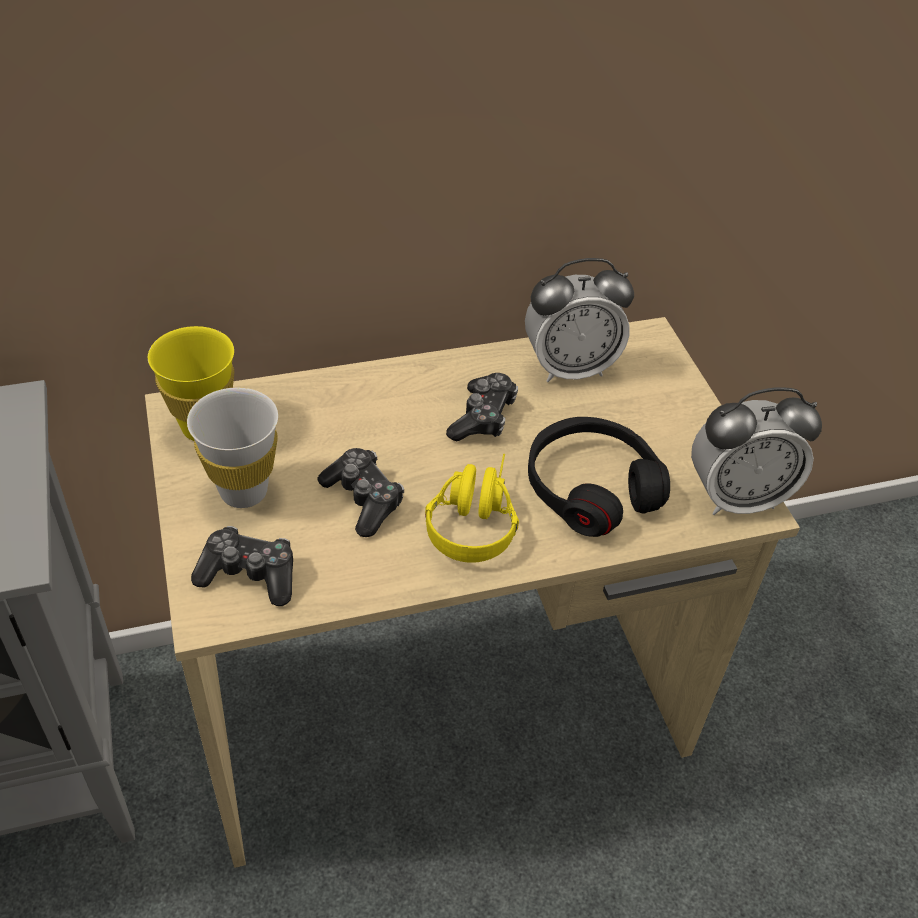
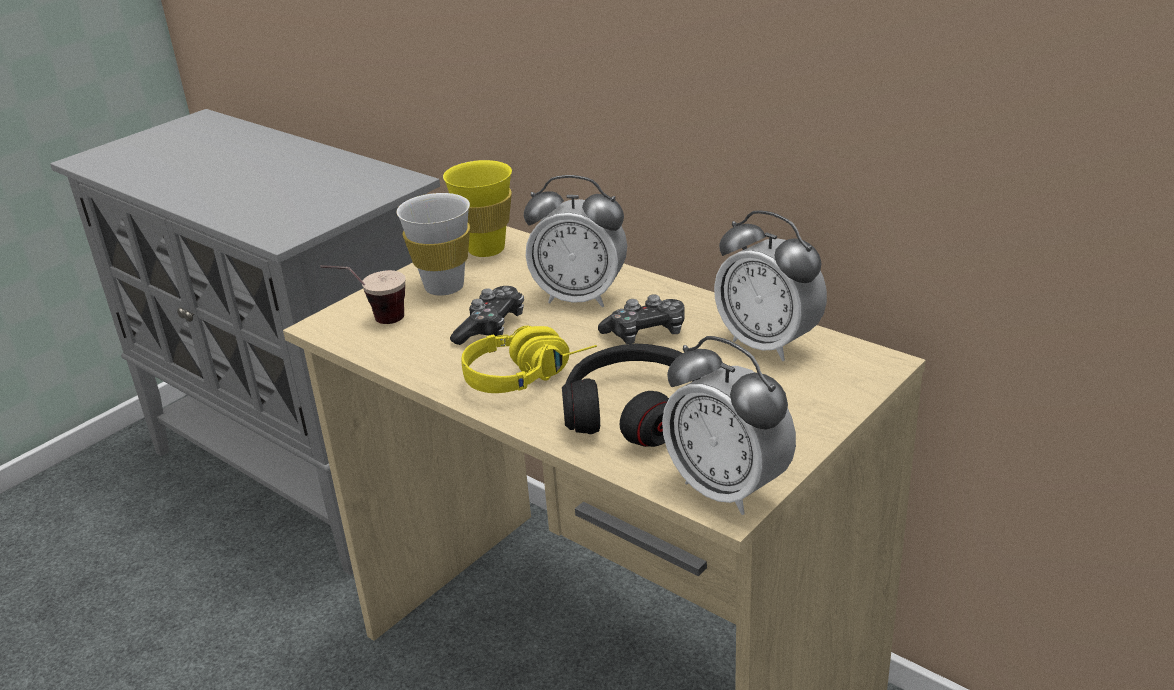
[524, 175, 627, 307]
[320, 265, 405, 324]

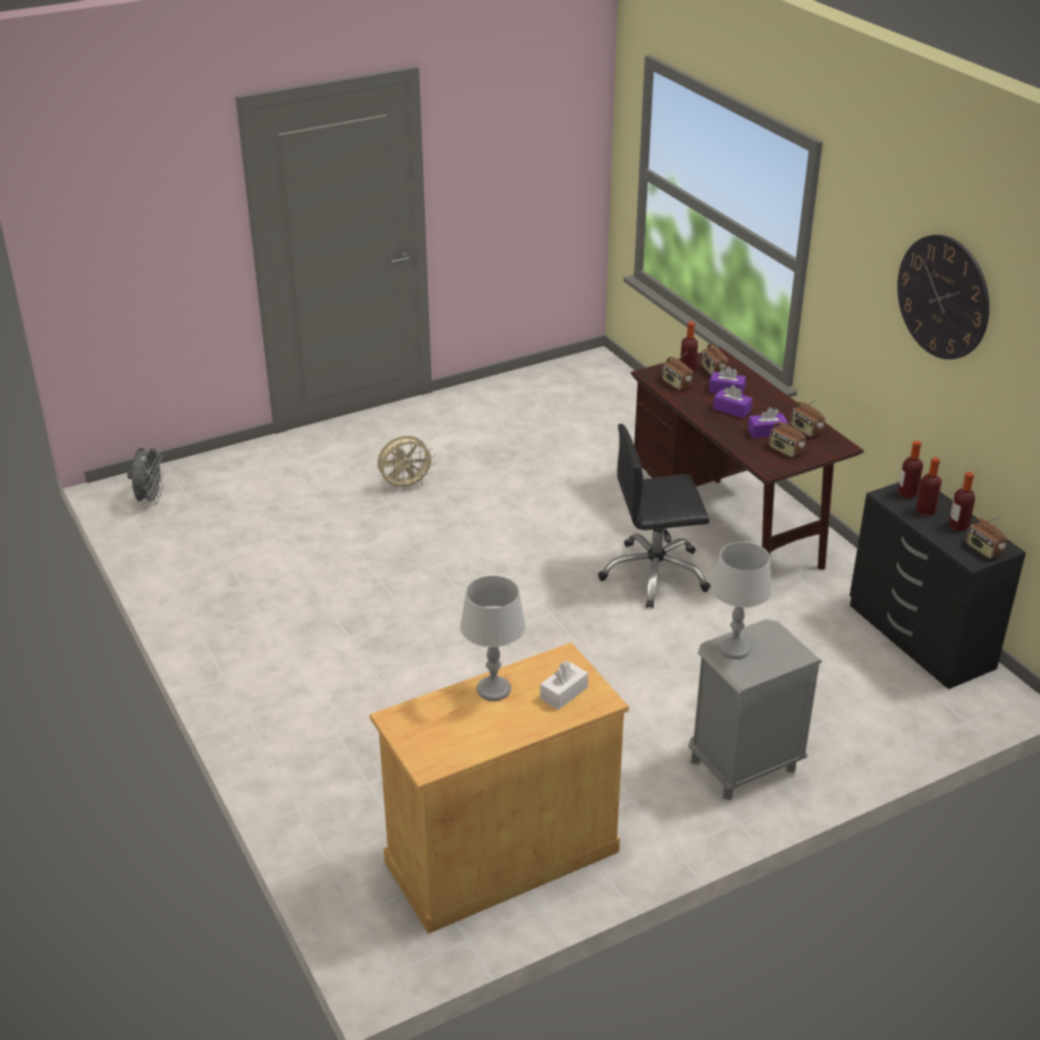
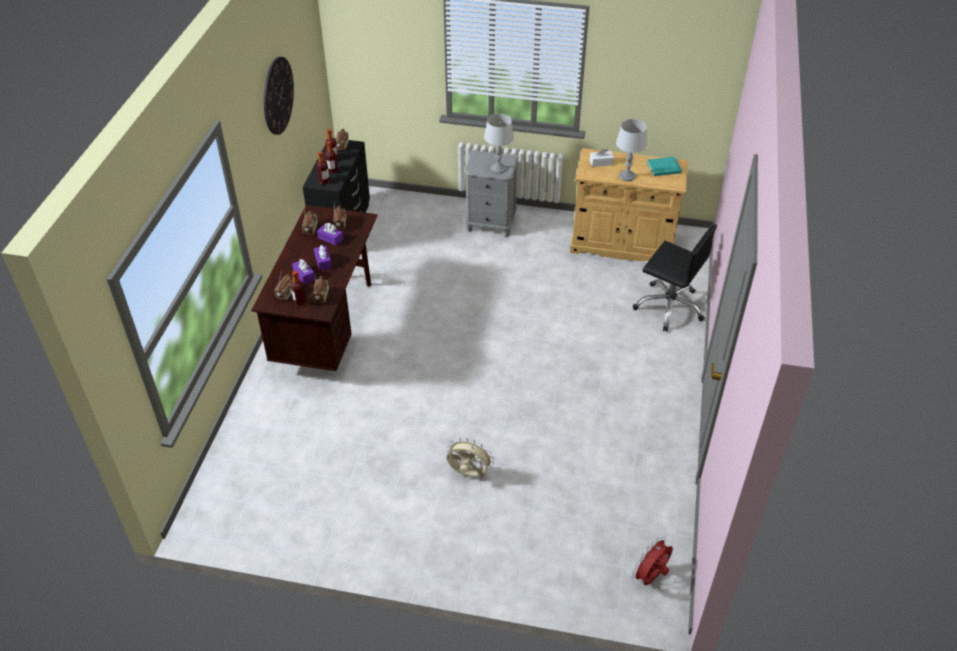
[647, 157, 682, 176]
[633, 224, 717, 332]
[632, 537, 673, 586]

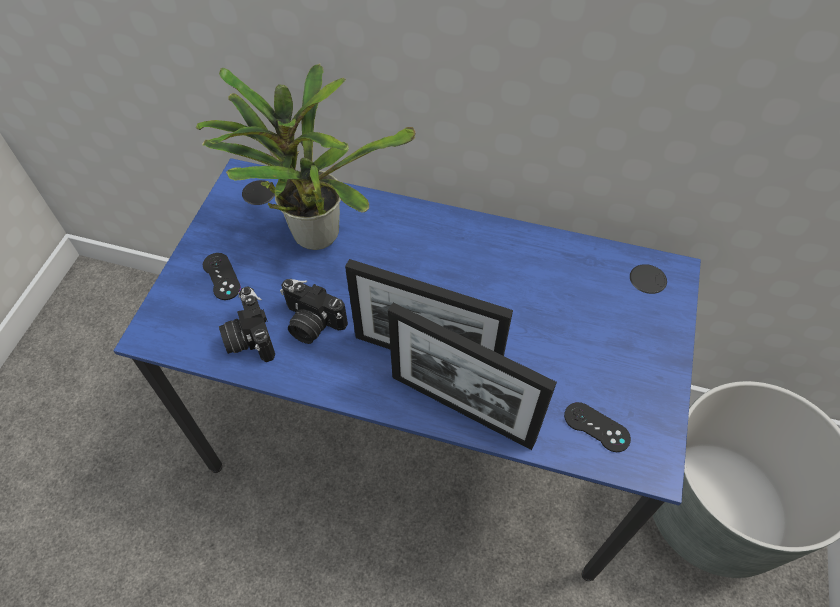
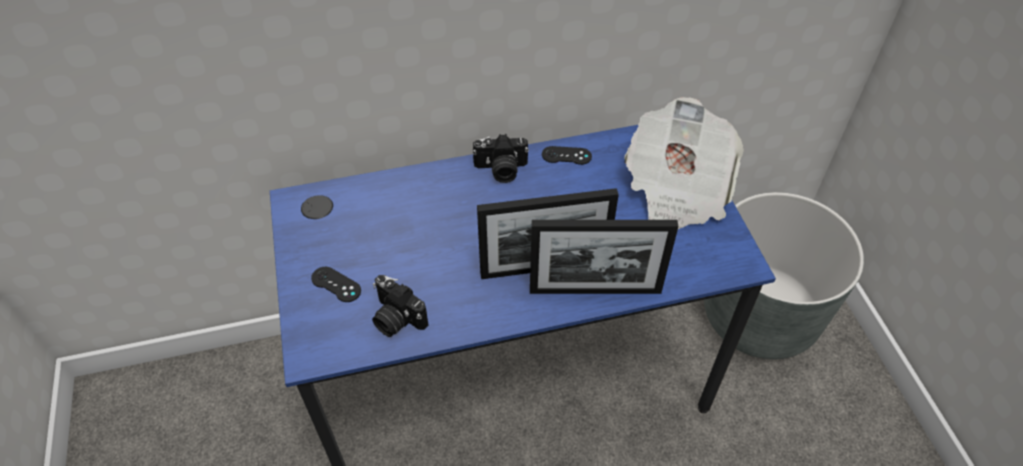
[195, 64, 416, 250] (first image)
[624, 97, 744, 230]
[472, 134, 529, 183]
[542, 146, 592, 165]

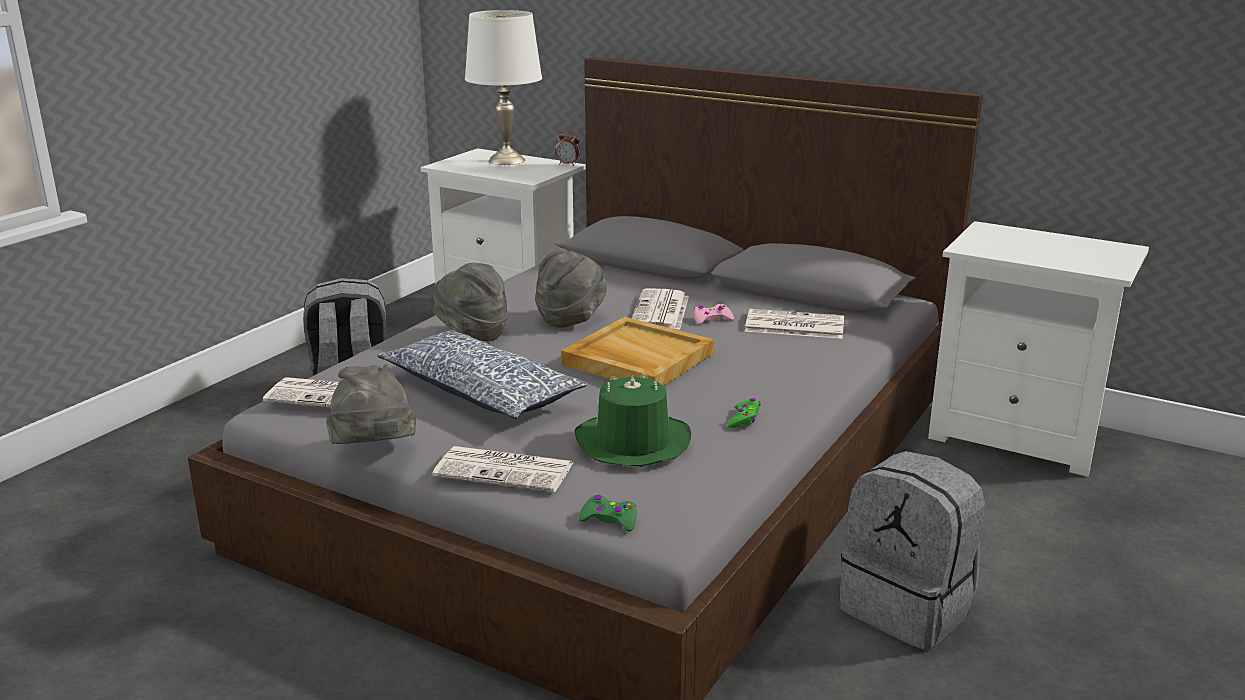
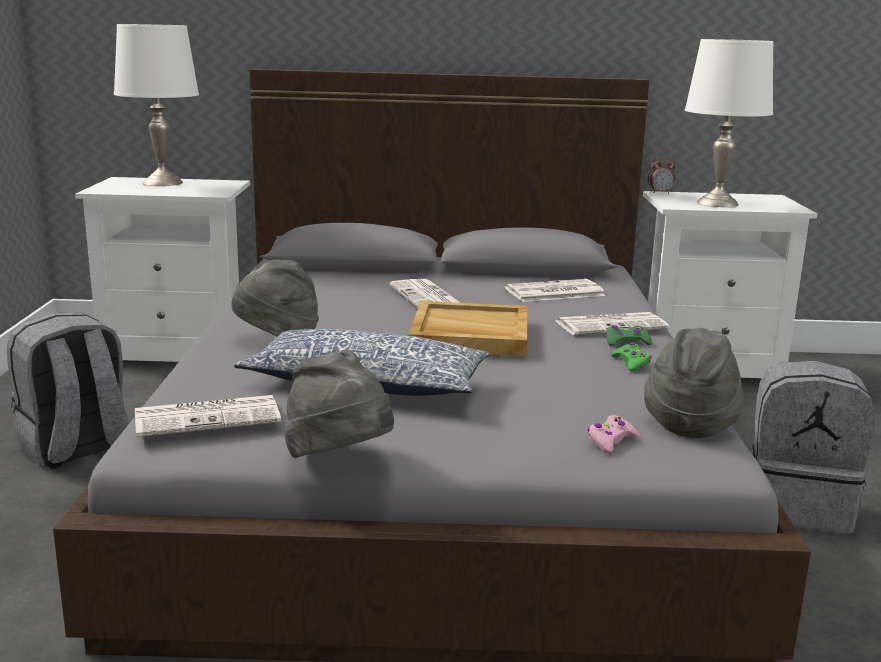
[575, 374, 691, 467] (first image)
[685, 39, 773, 207]
[556, 312, 669, 335]
[644, 328, 744, 438]
[648, 157, 676, 193]
[606, 325, 652, 346]
[587, 415, 640, 453]

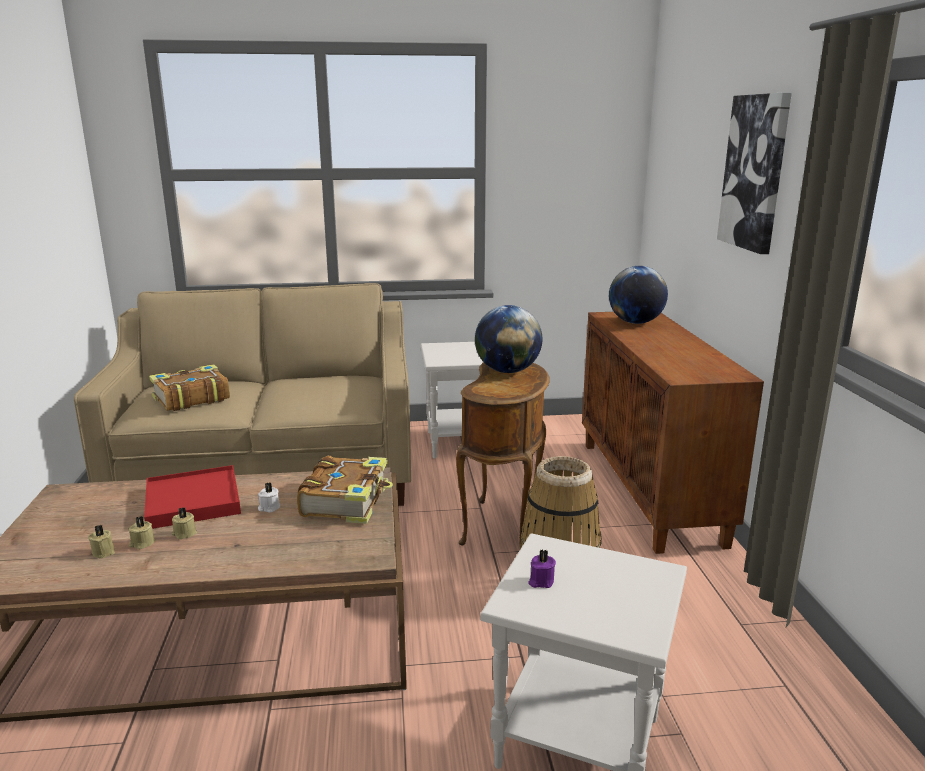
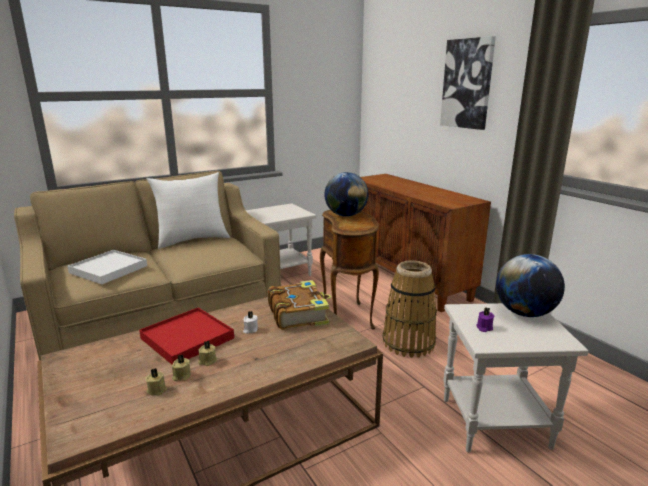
[147, 172, 230, 249]
[496, 254, 565, 317]
[67, 250, 147, 284]

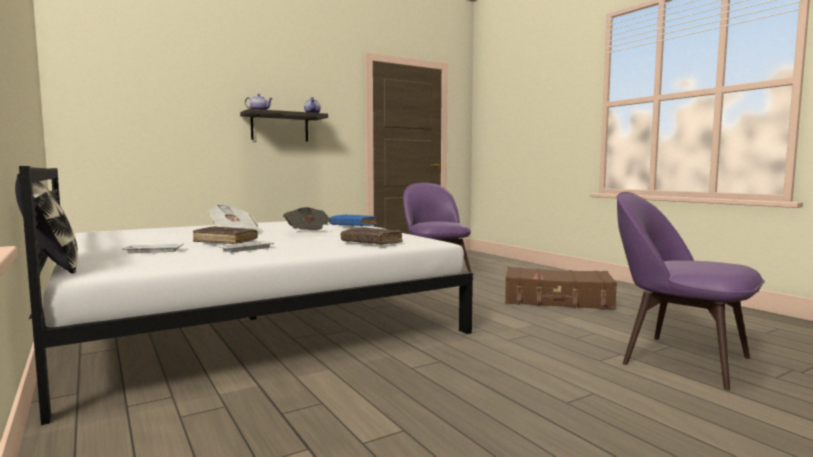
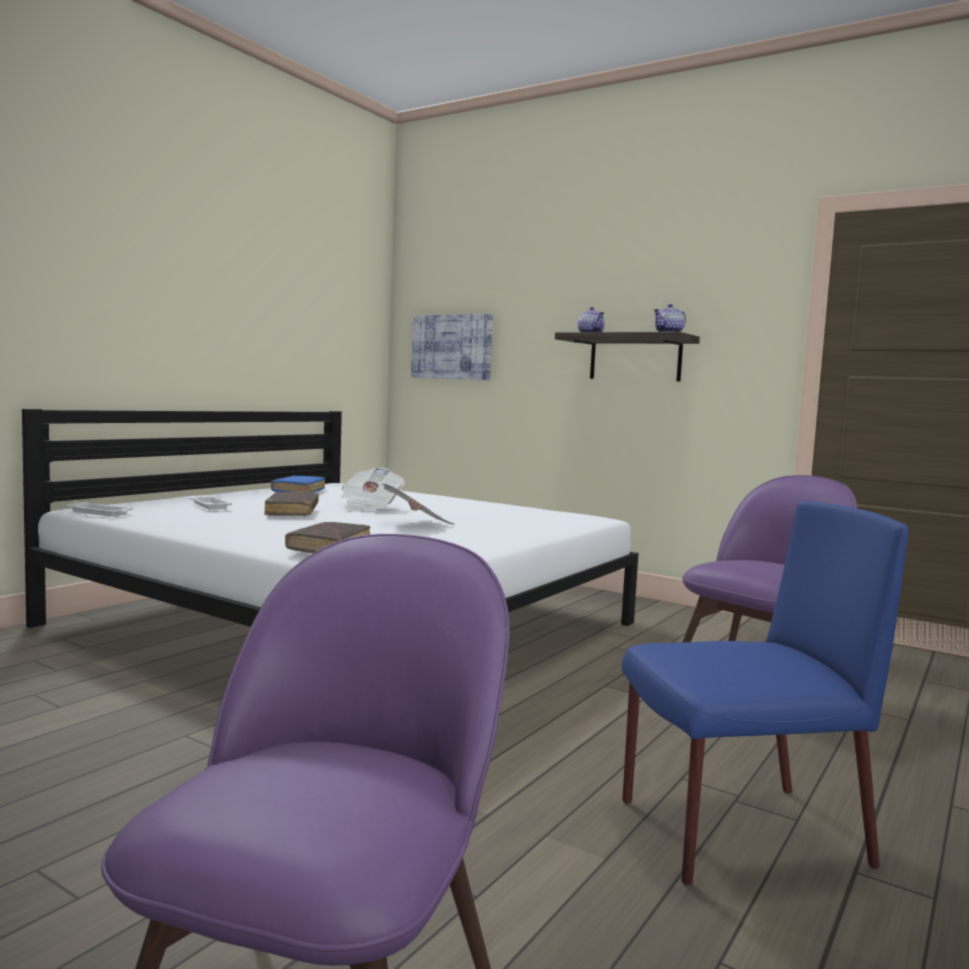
[15, 173, 78, 274] (first image)
[411, 314, 493, 380]
[66, 502, 133, 517]
[271, 476, 325, 493]
[622, 501, 909, 886]

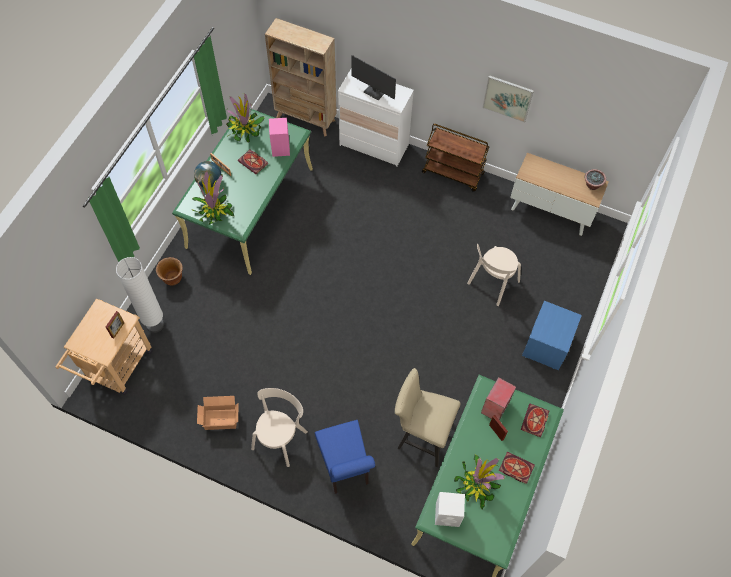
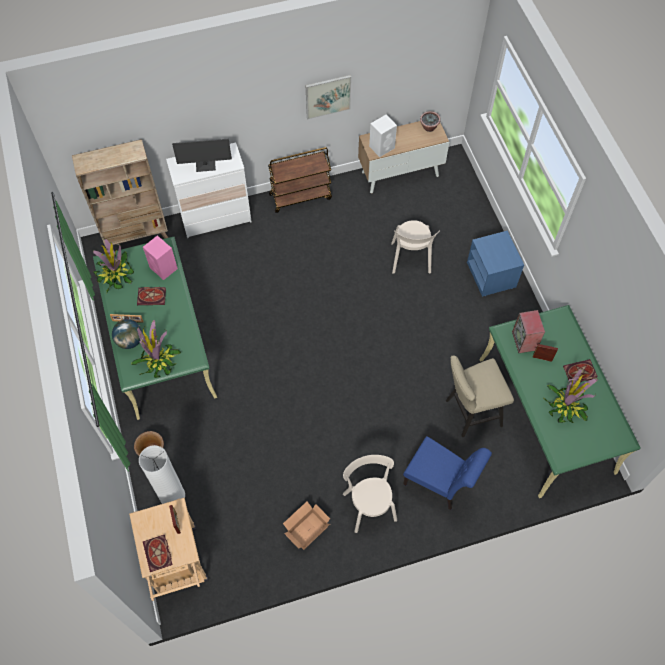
[369, 115, 397, 157]
[143, 535, 172, 572]

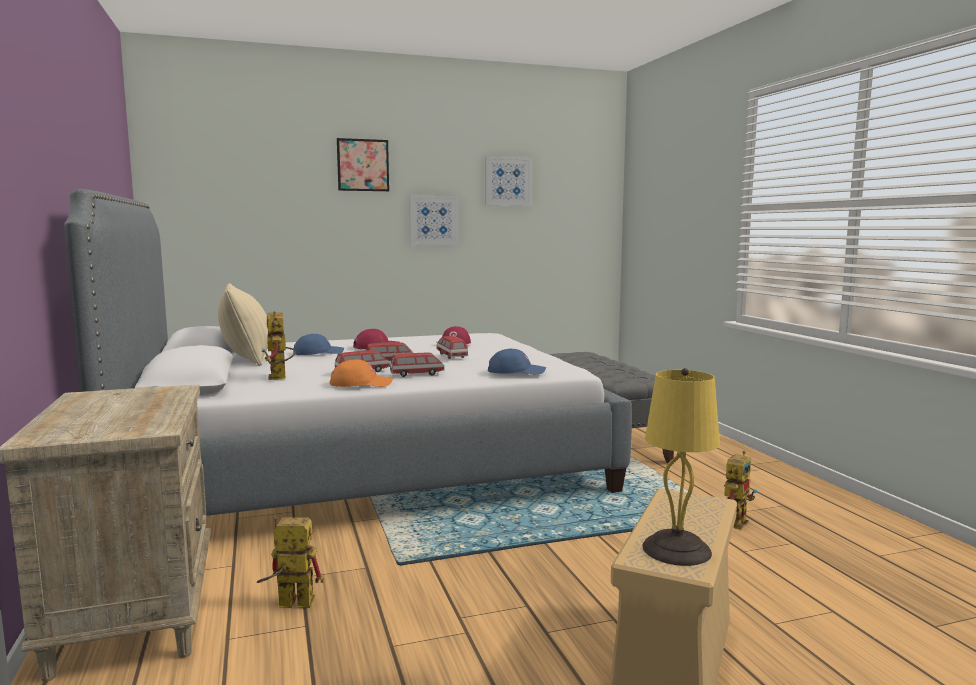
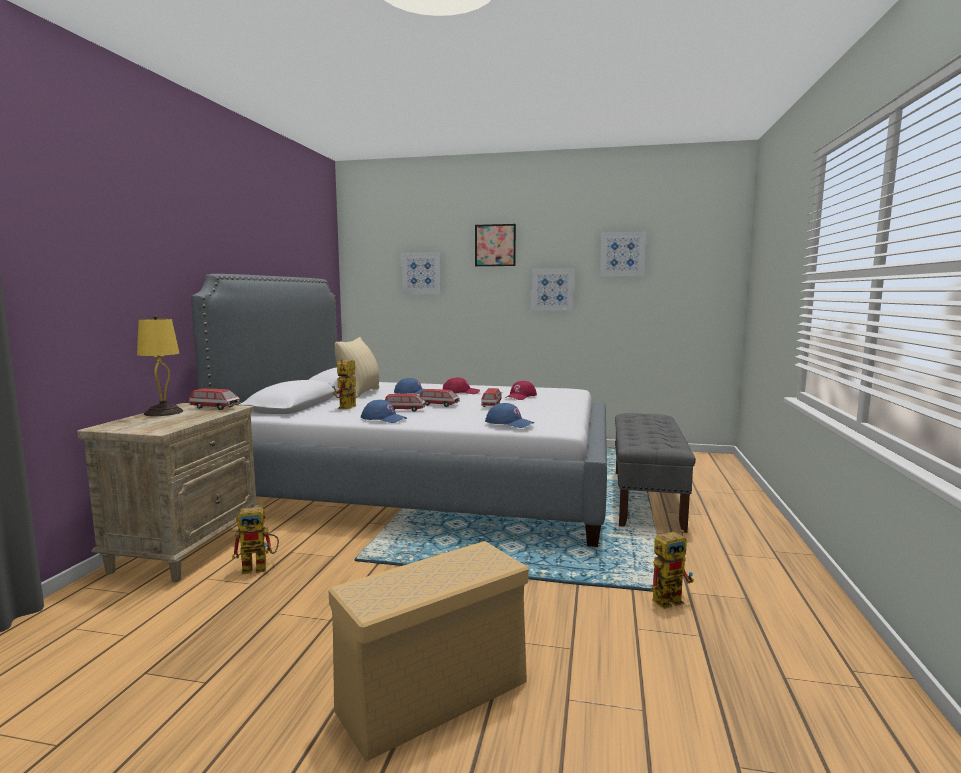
[401, 252, 441, 293]
[189, 389, 241, 410]
[137, 316, 183, 416]
[361, 400, 407, 423]
[232, 505, 279, 574]

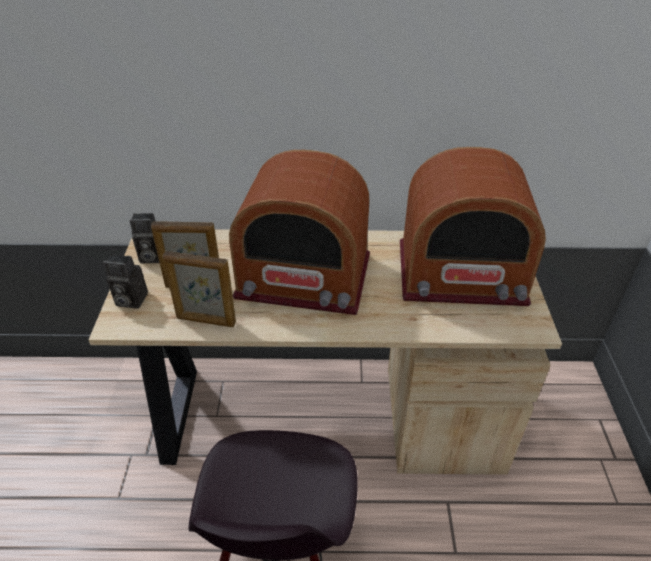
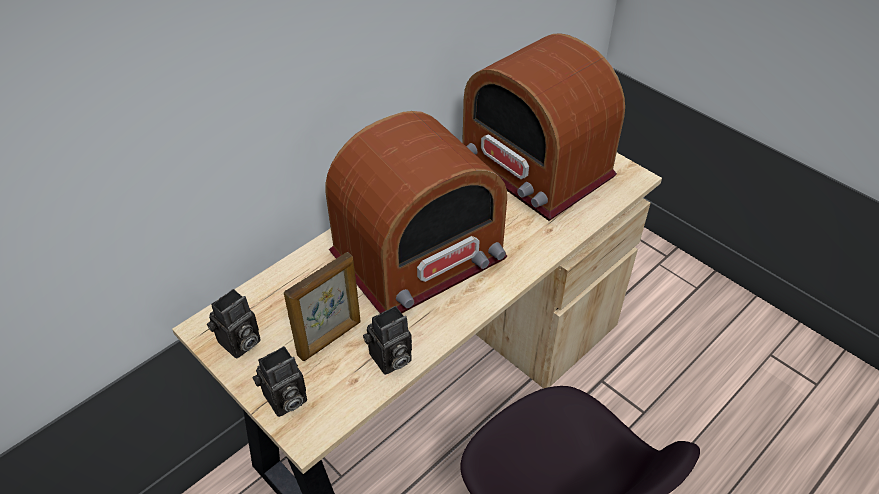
[363, 306, 412, 375]
[462, 33, 625, 221]

